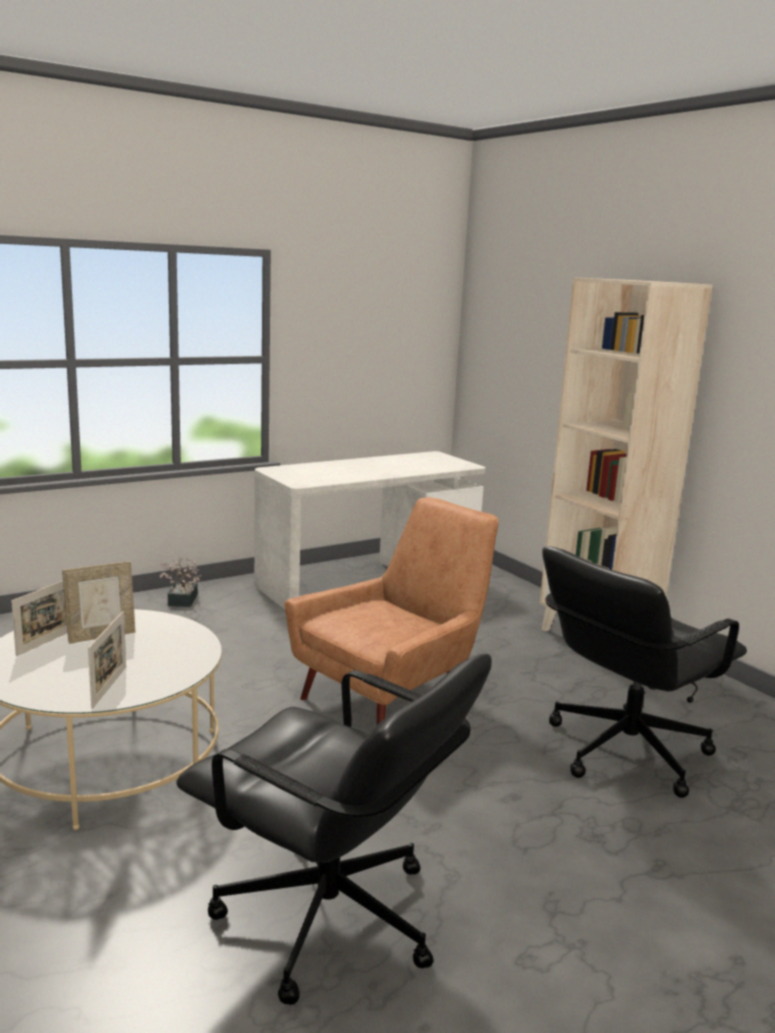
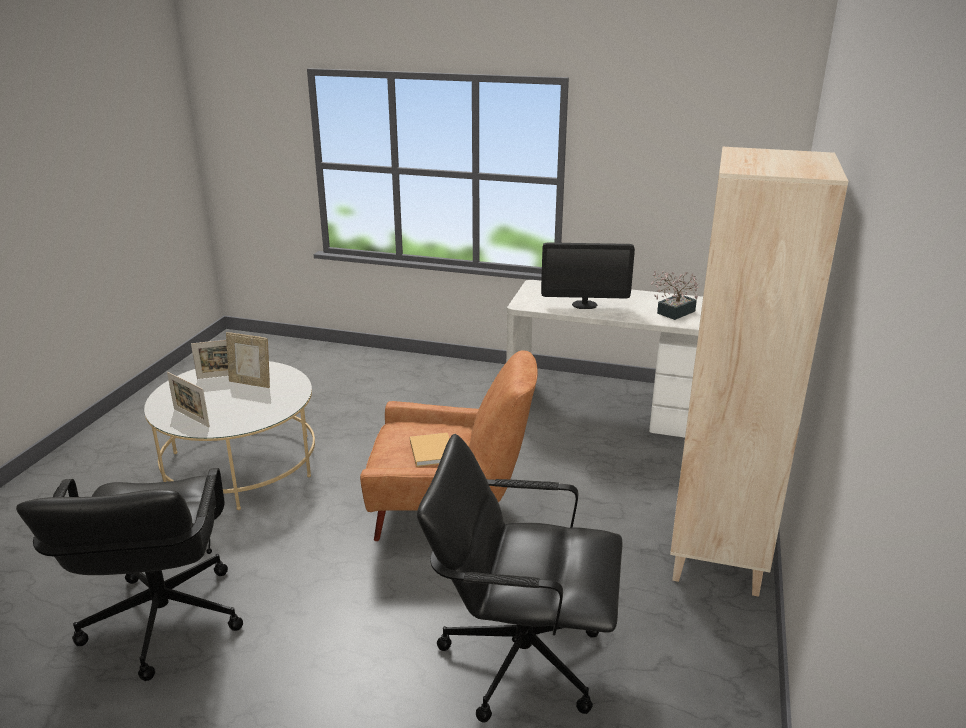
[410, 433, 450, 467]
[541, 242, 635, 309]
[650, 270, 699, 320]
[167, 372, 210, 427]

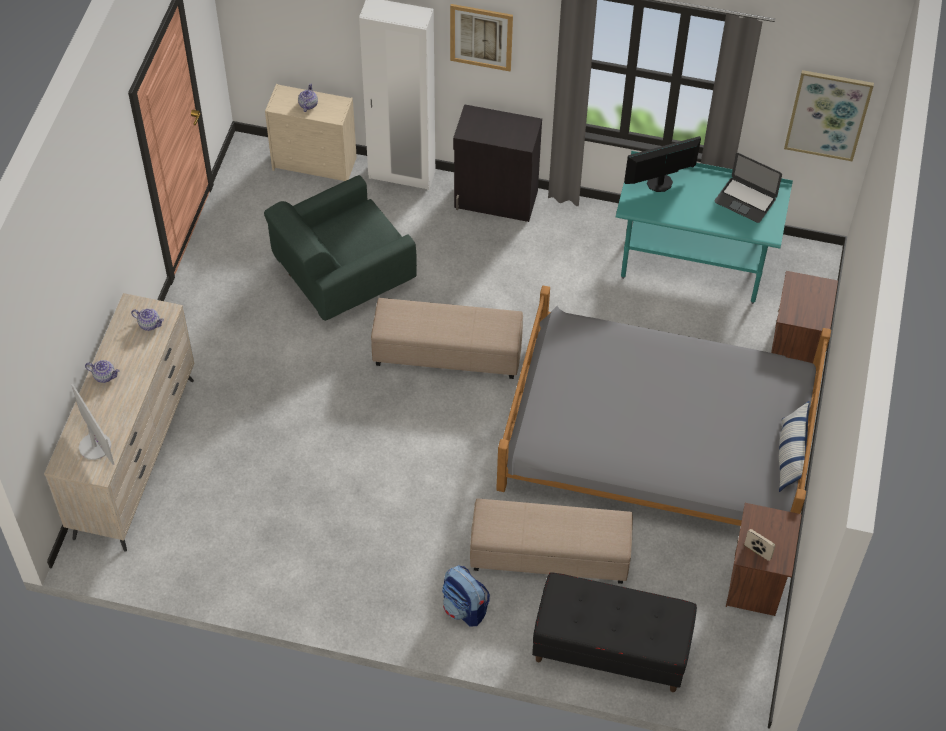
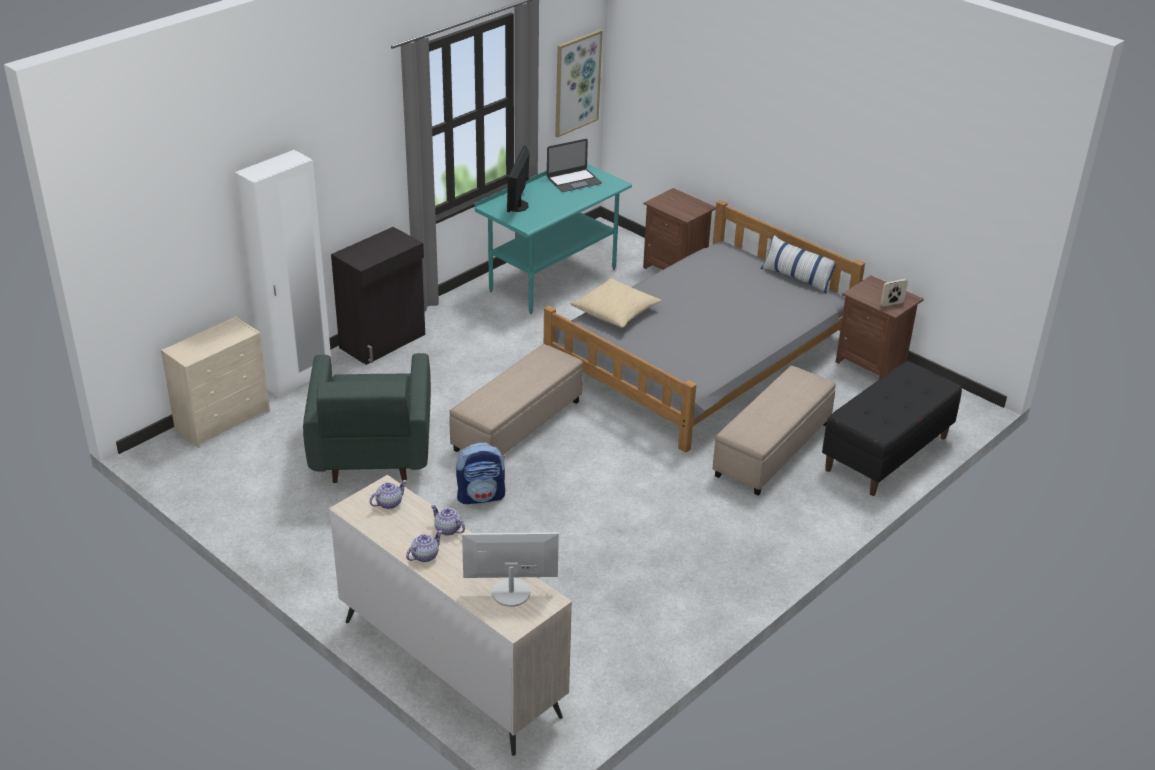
[450, 4, 513, 71] (first image)
[569, 278, 661, 328]
[431, 505, 465, 536]
[456, 442, 505, 504]

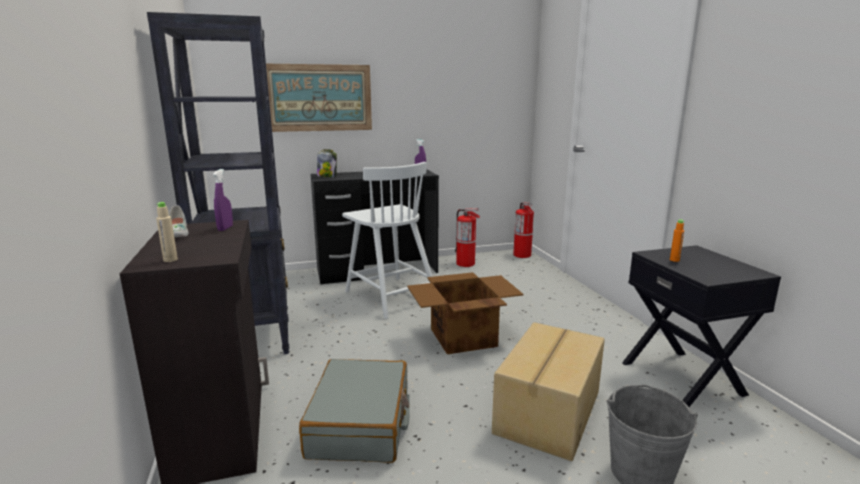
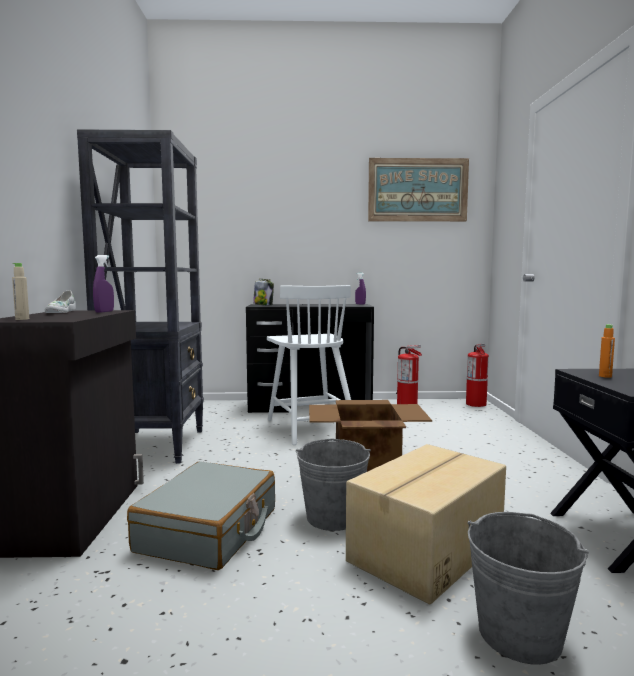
[296, 439, 371, 531]
[368, 158, 469, 222]

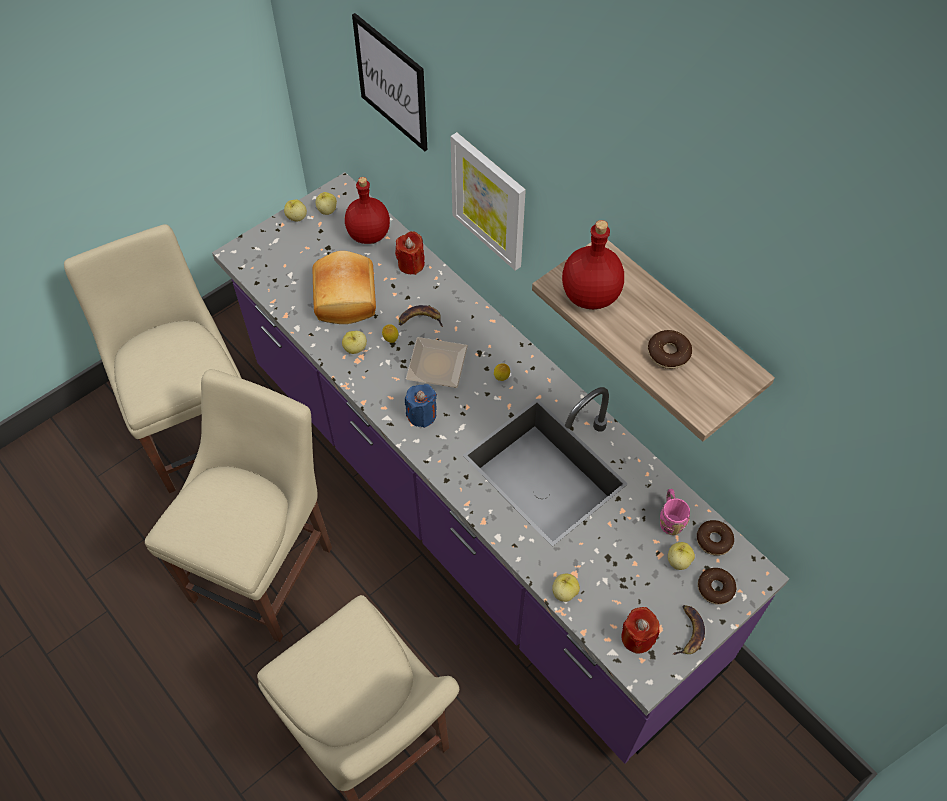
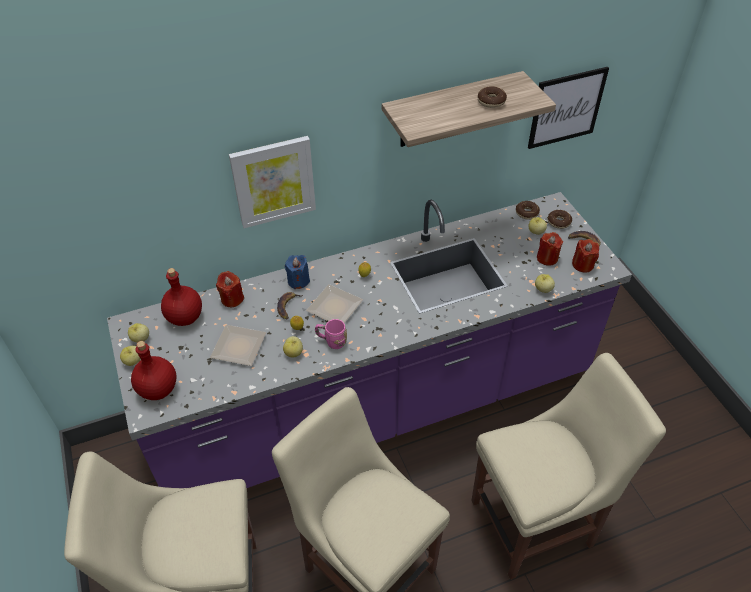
[537, 232, 563, 266]
[528, 67, 609, 149]
[285, 255, 310, 289]
[131, 341, 176, 400]
[315, 319, 347, 349]
[210, 325, 266, 366]

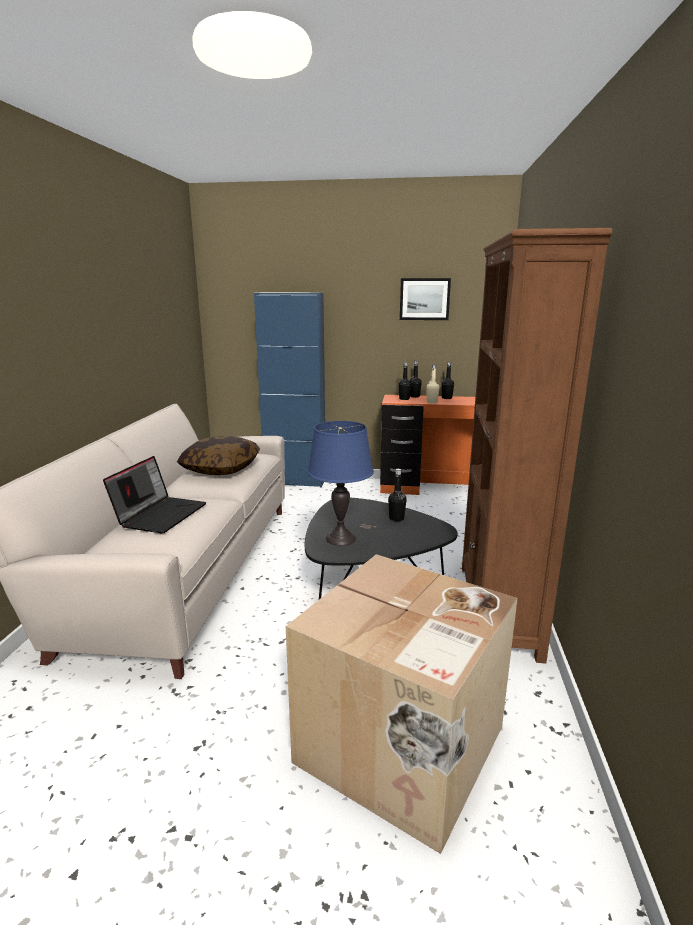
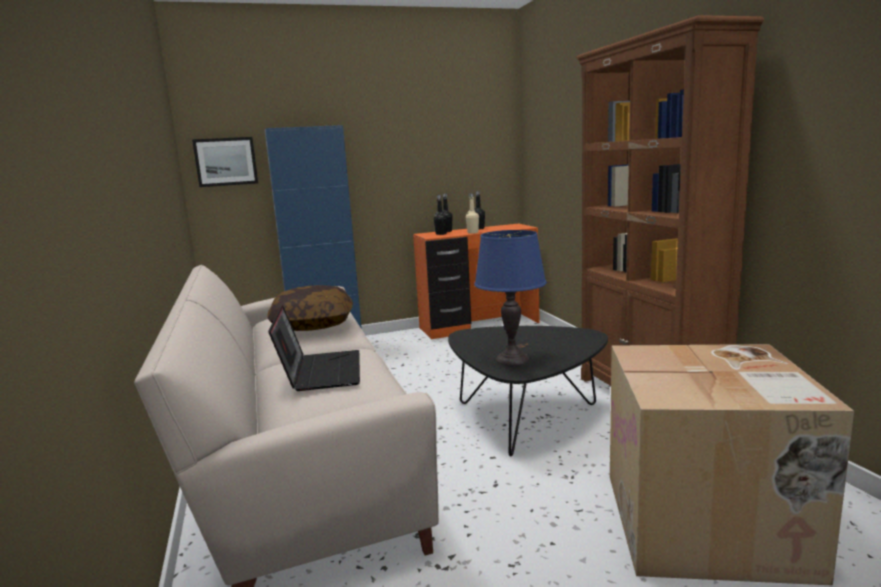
[388, 469, 407, 521] (first image)
[192, 137, 258, 187]

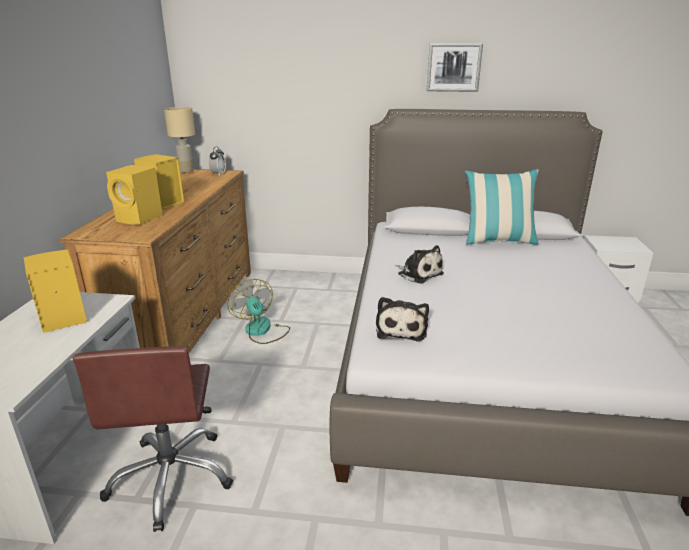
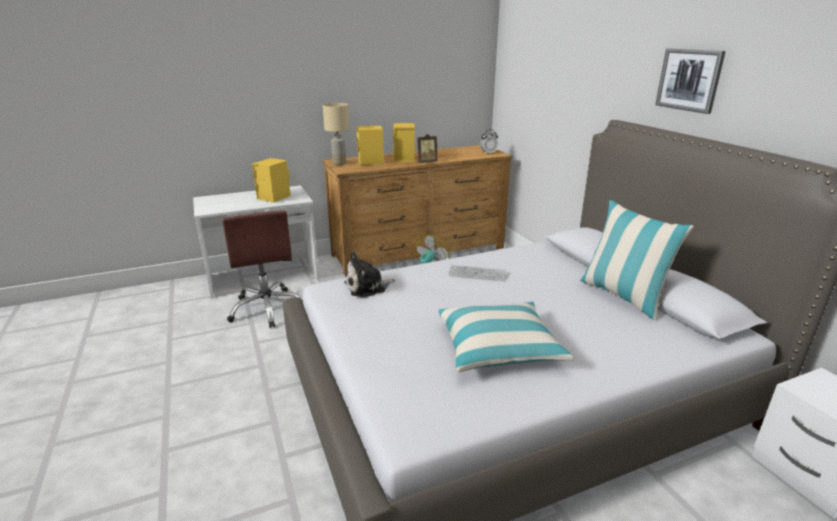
[417, 134, 438, 163]
[439, 302, 574, 372]
[323, 103, 350, 165]
[448, 265, 506, 281]
[222, 211, 302, 328]

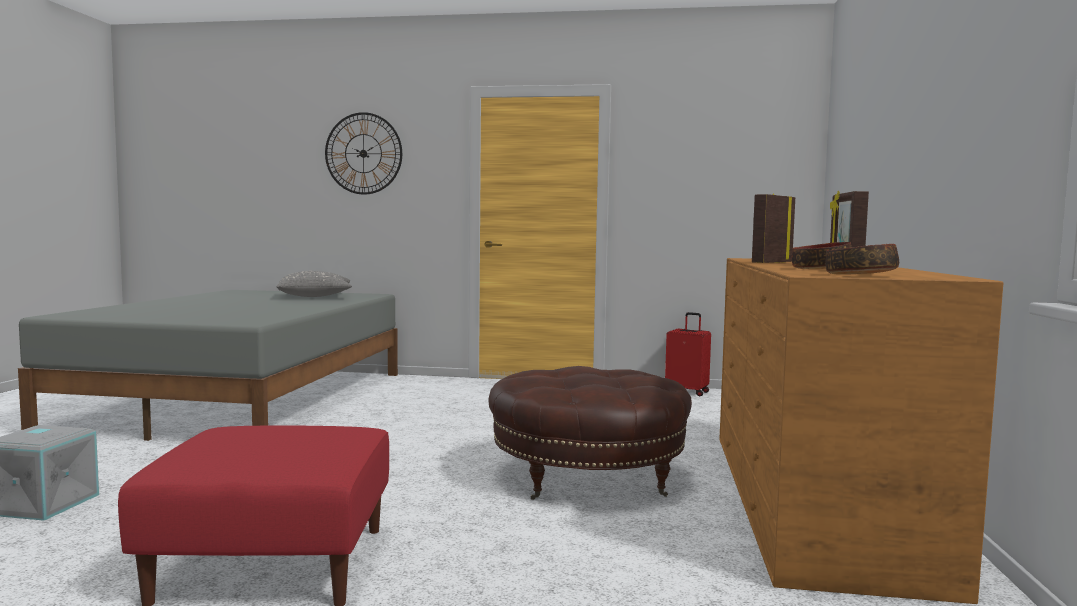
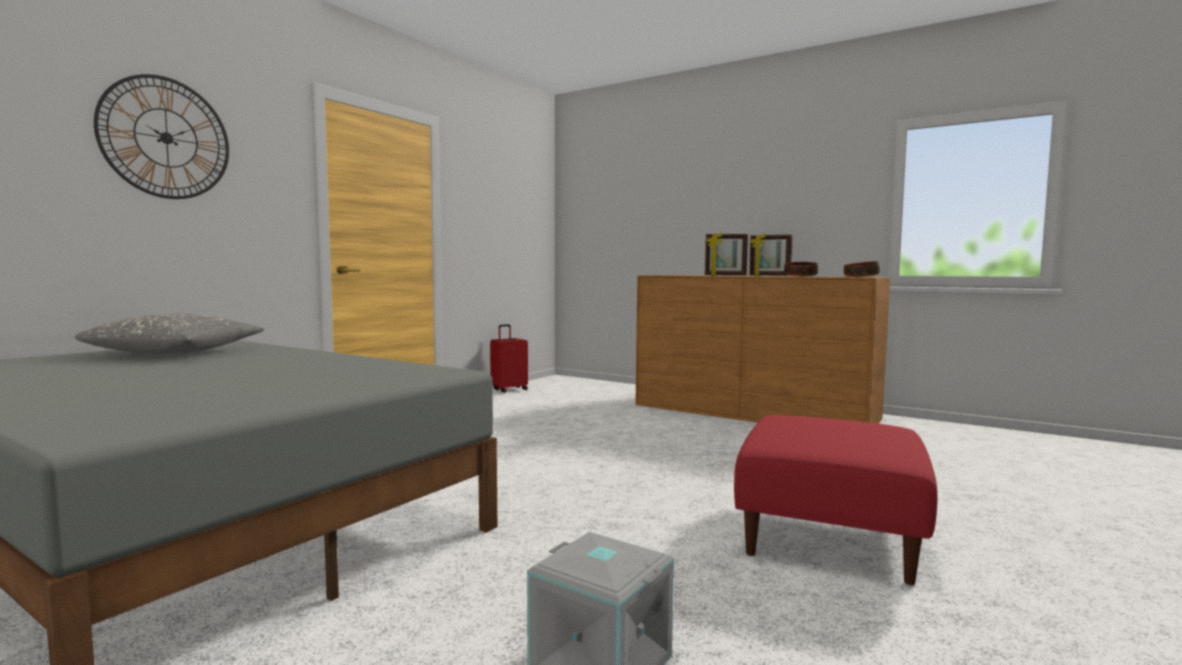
[488, 366, 692, 500] (first image)
[705, 232, 748, 276]

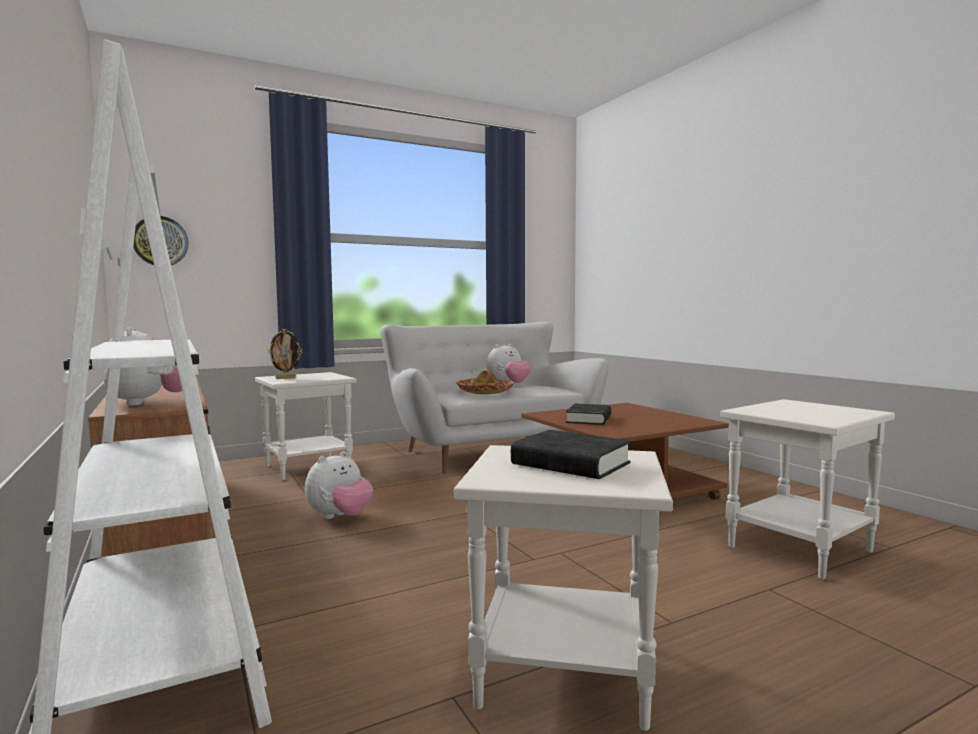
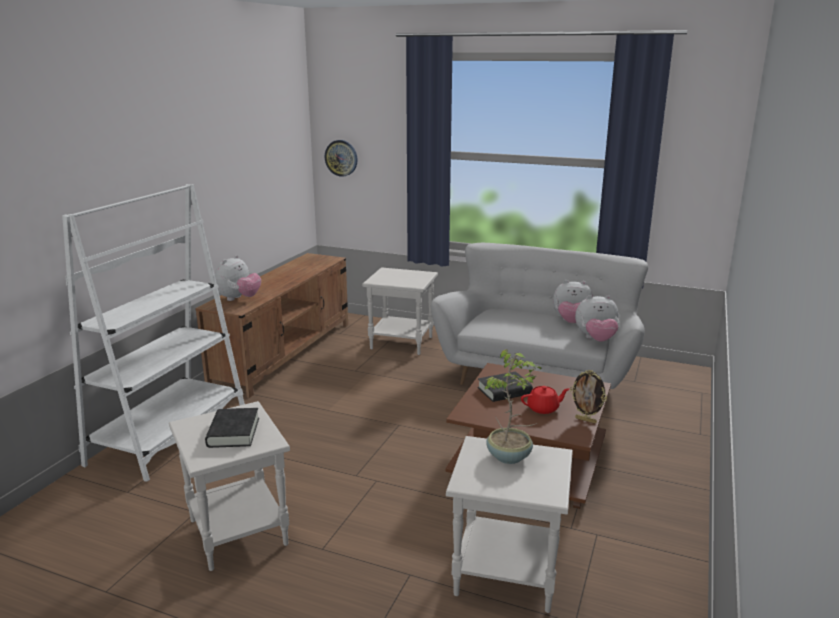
[456, 369, 515, 394] (first image)
[485, 349, 542, 464]
[521, 386, 569, 414]
[570, 370, 607, 424]
[575, 295, 619, 342]

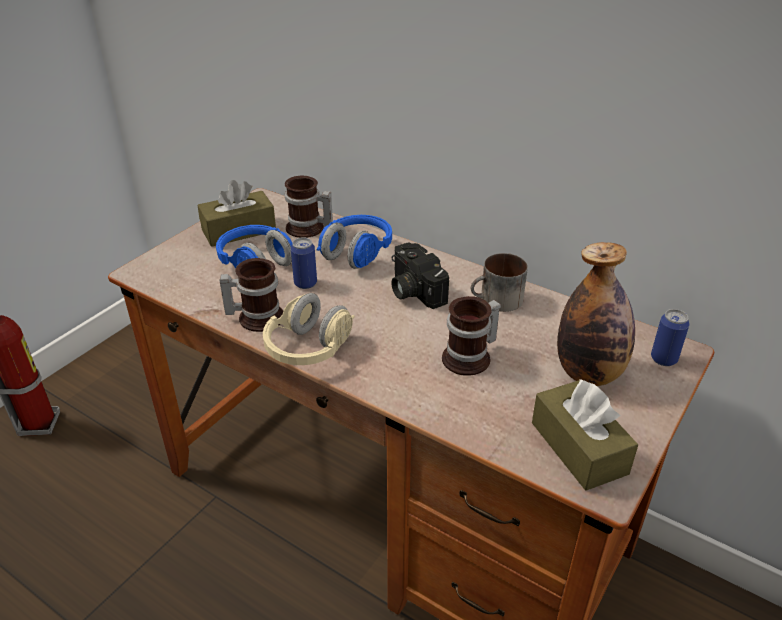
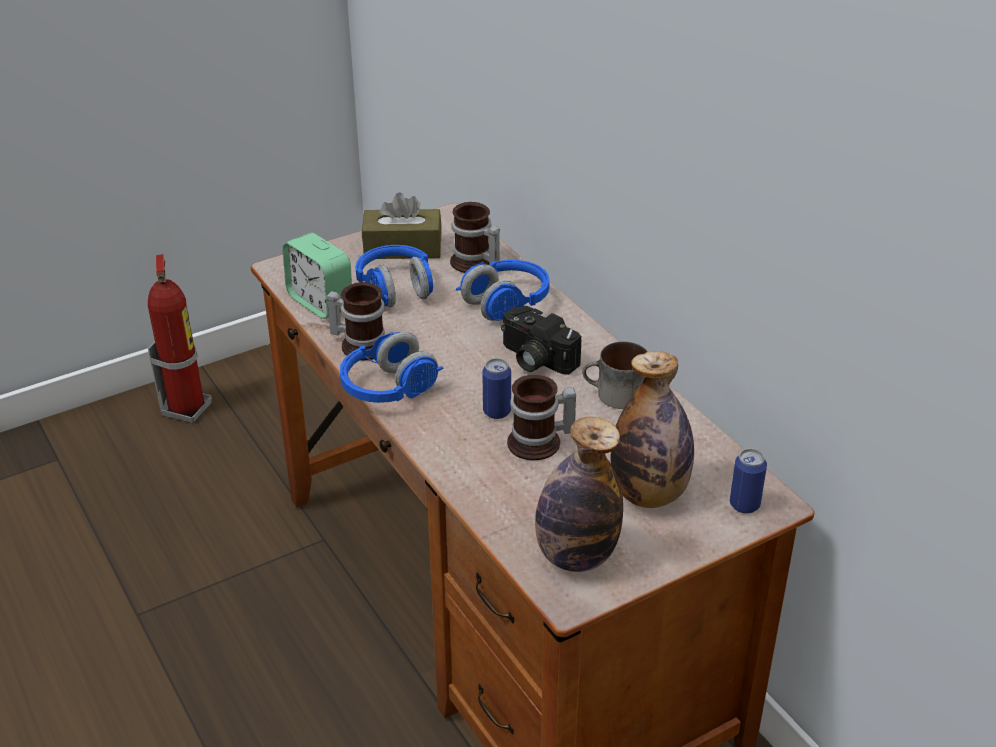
[282, 233, 352, 319]
[482, 358, 511, 419]
[535, 417, 623, 572]
[340, 332, 443, 403]
[501, 306, 582, 375]

